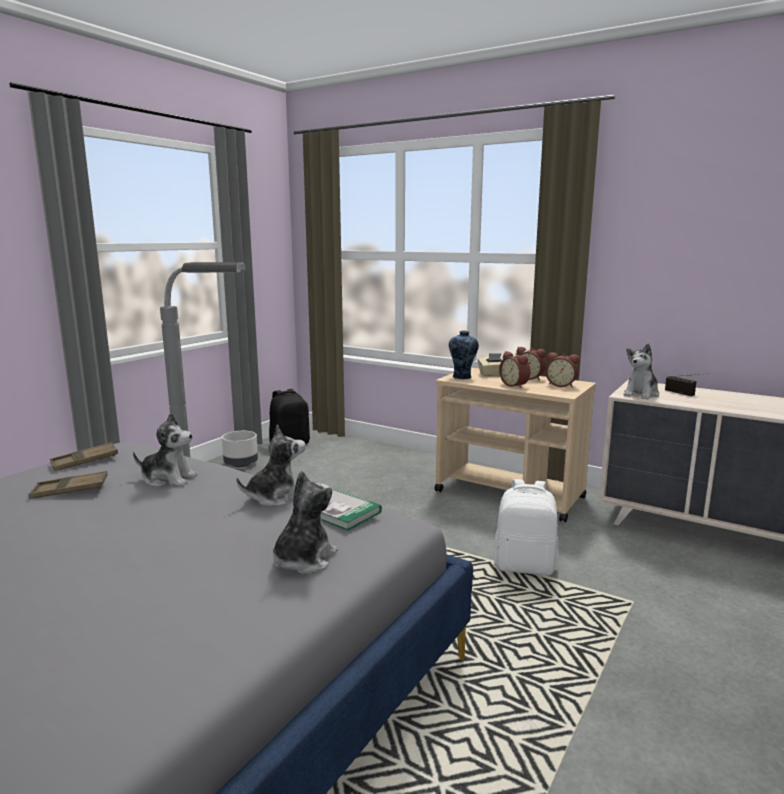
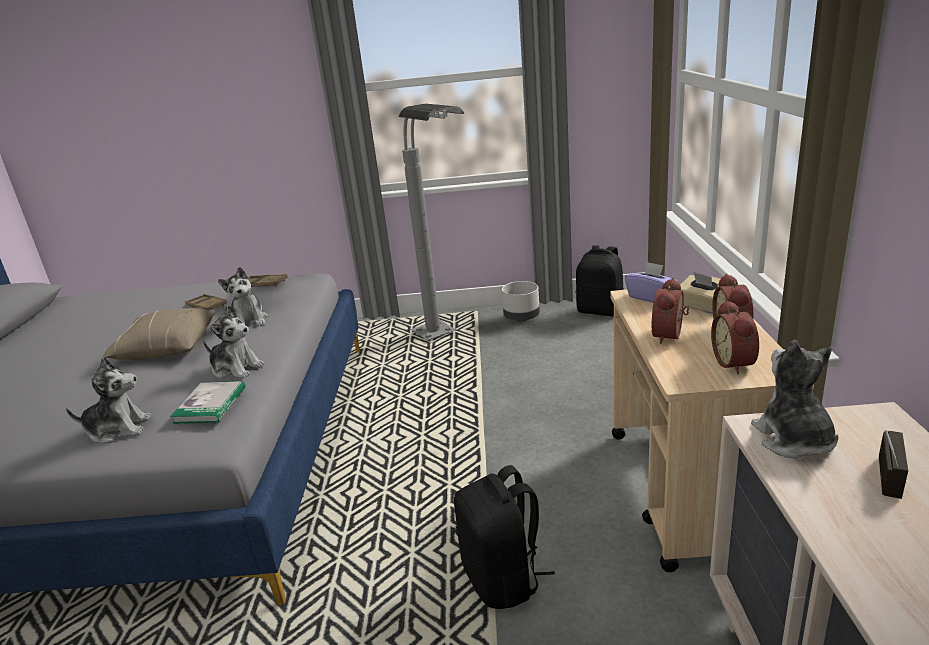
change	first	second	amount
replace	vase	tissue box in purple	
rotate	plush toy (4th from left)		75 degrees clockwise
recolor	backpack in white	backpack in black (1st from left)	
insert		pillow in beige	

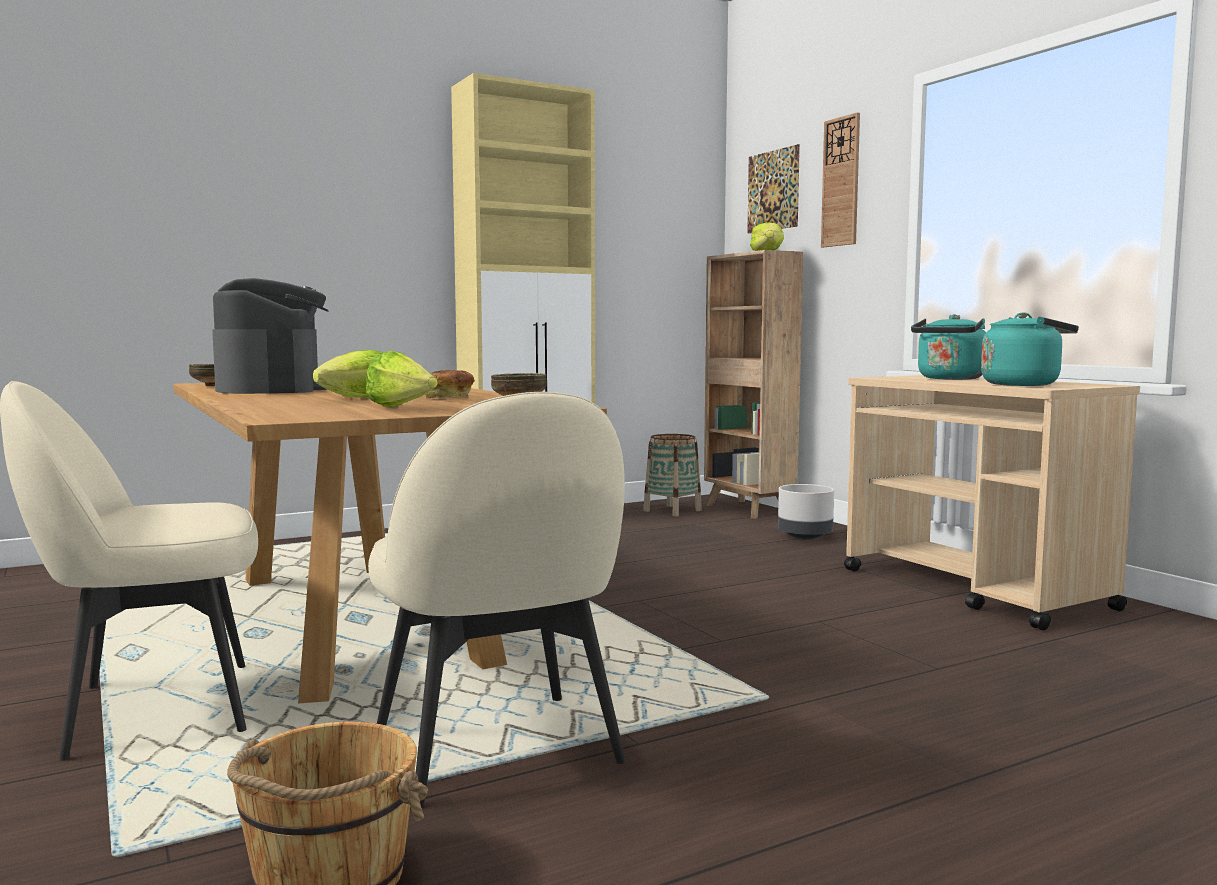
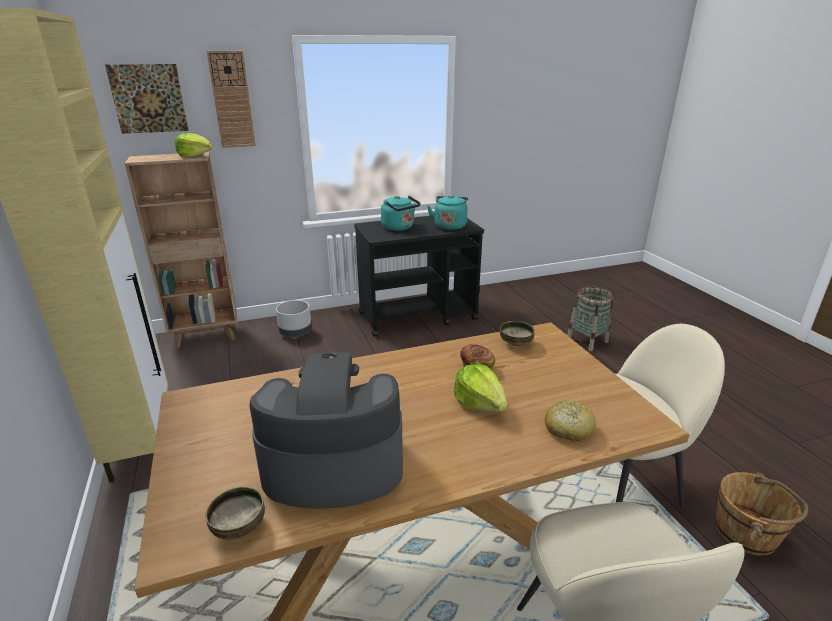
change	first	second	amount
delete	lettuce (2nd from left)		
recolor	cart in beige	cart in black	
move	basket		
insert		bread (2nd from left)	

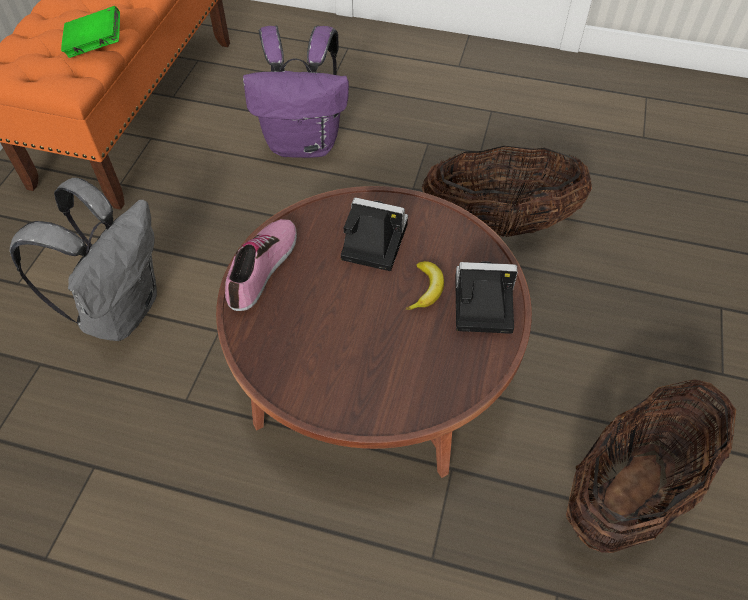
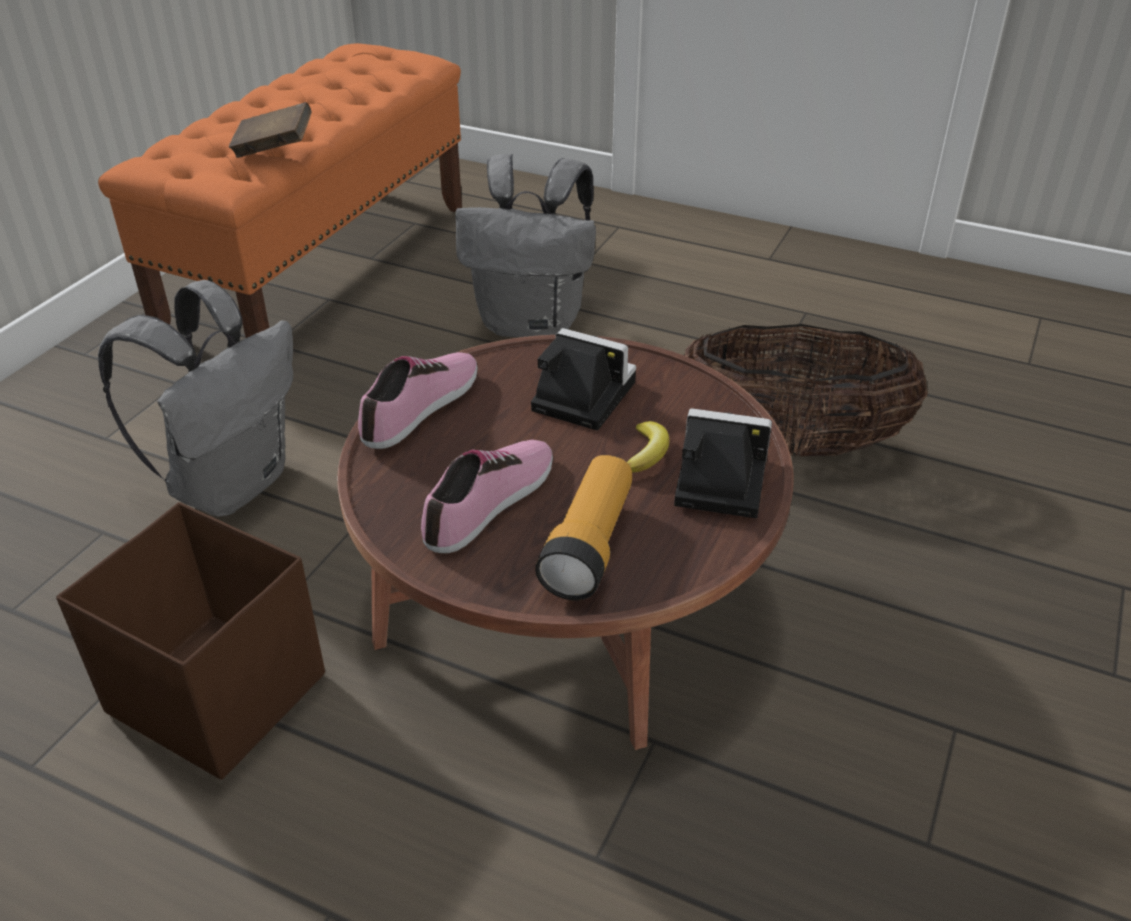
change	first	second	amount
recolor	book in green	book in brown	
recolor	backpack in purple	backpack in grey (2nd from left)	
delete	basket (2nd from left)		
insert		shoe (2nd from left)	
insert		flashlight	
insert		storage box in brown	

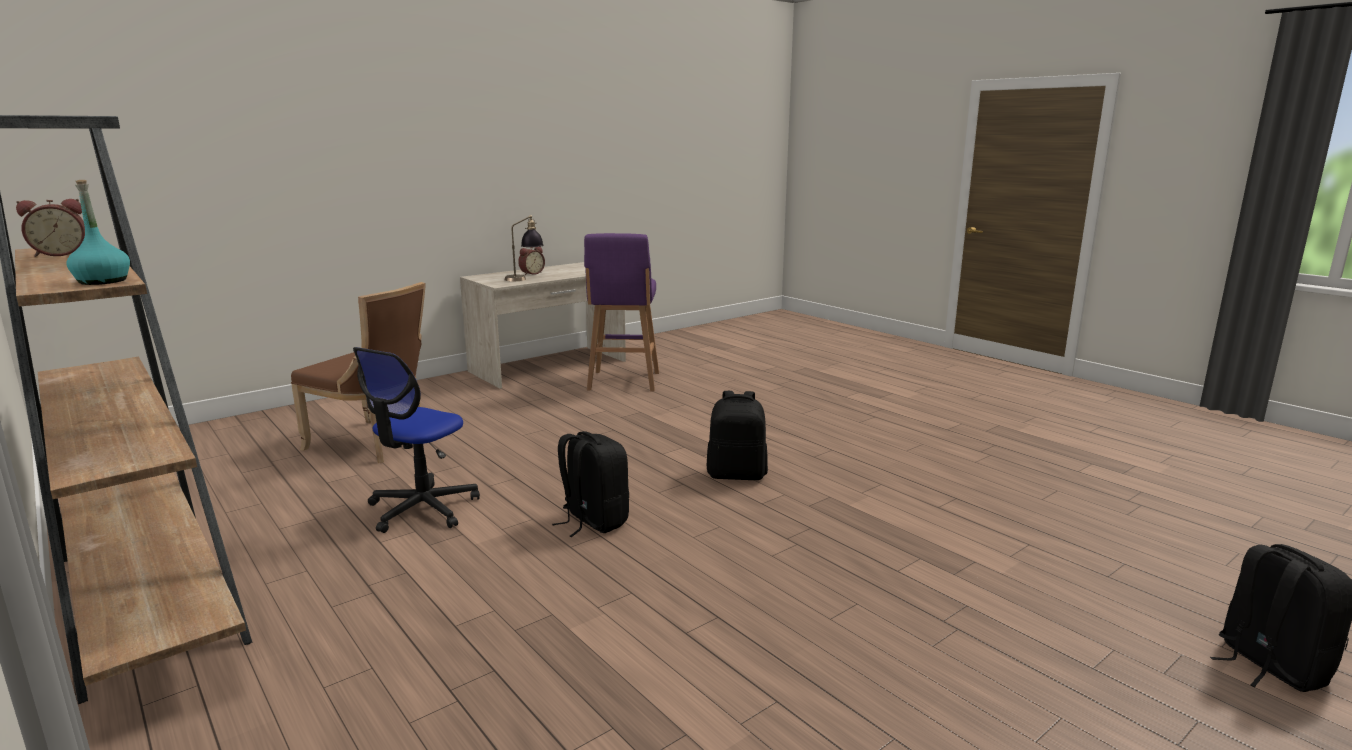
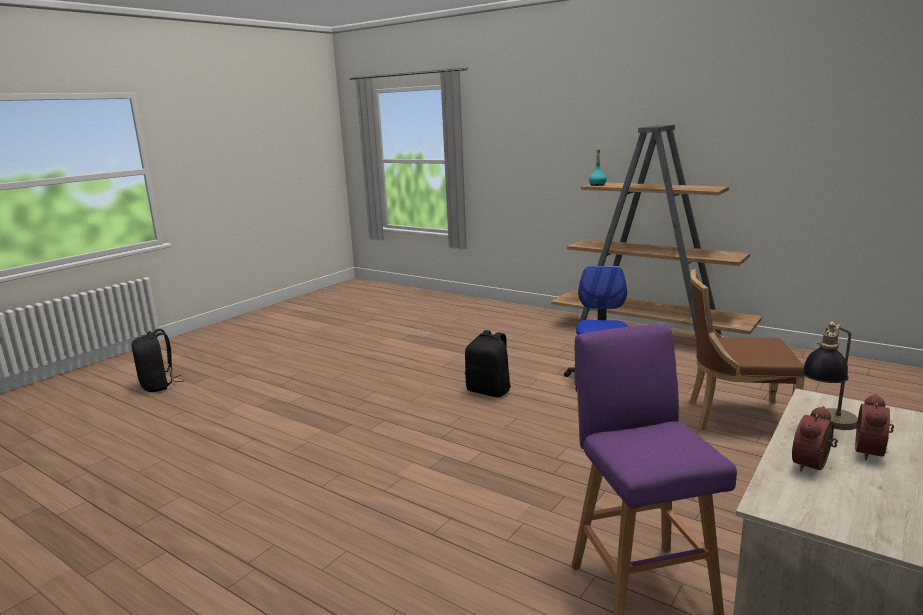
change	first	second	amount
move	alarm clock (1st from left)		
delete	backpack in black (2nd from left)		

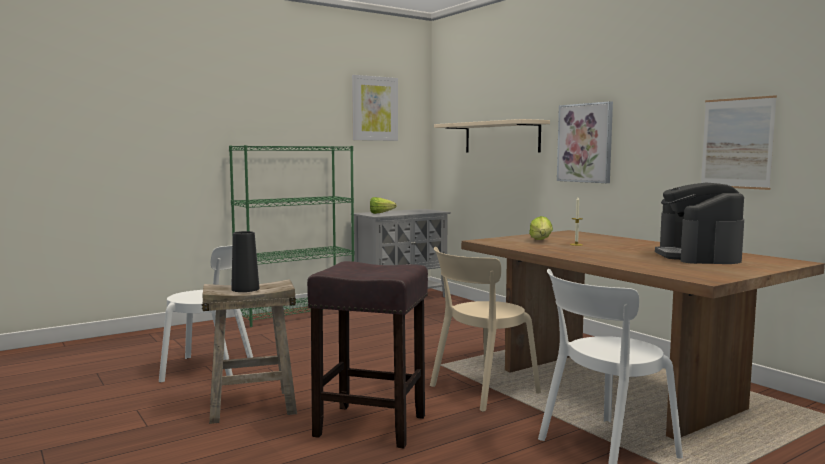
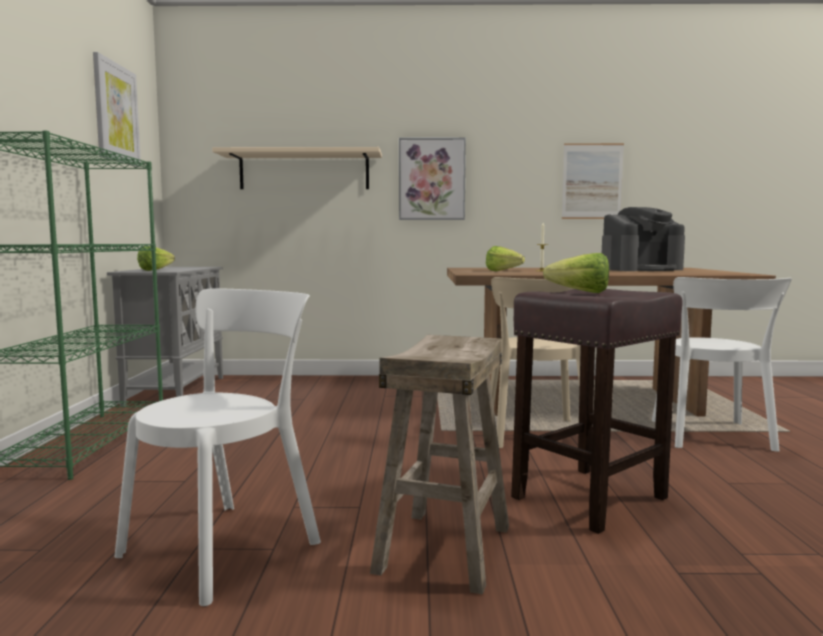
change	first	second	amount
rotate	coffee machine		60 degrees counterclockwise
delete	vase in black		
insert		lettuce (3rd from left)	

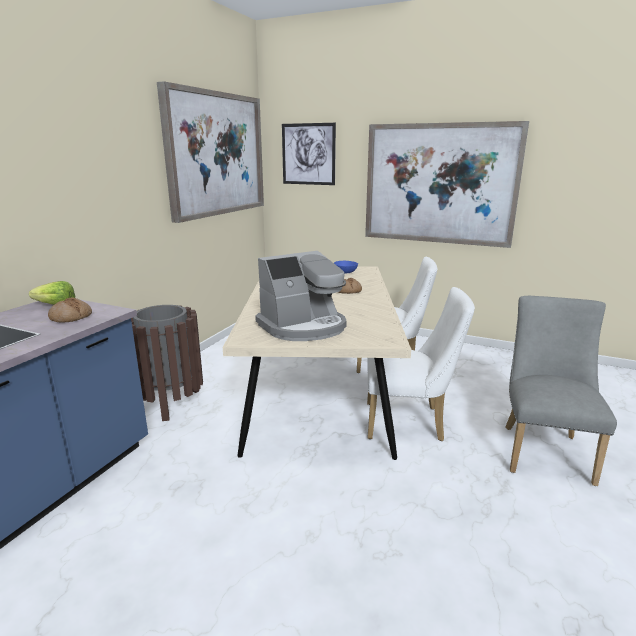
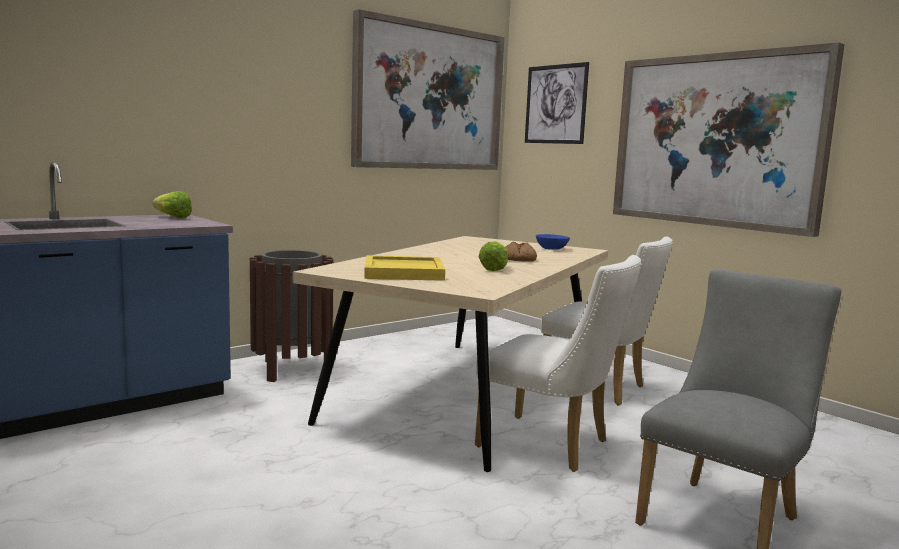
change	first	second	amount
replace	coffee machine	tray in yellow	
delete	bread (1st from left)		
insert		lettuce (2nd from left)	

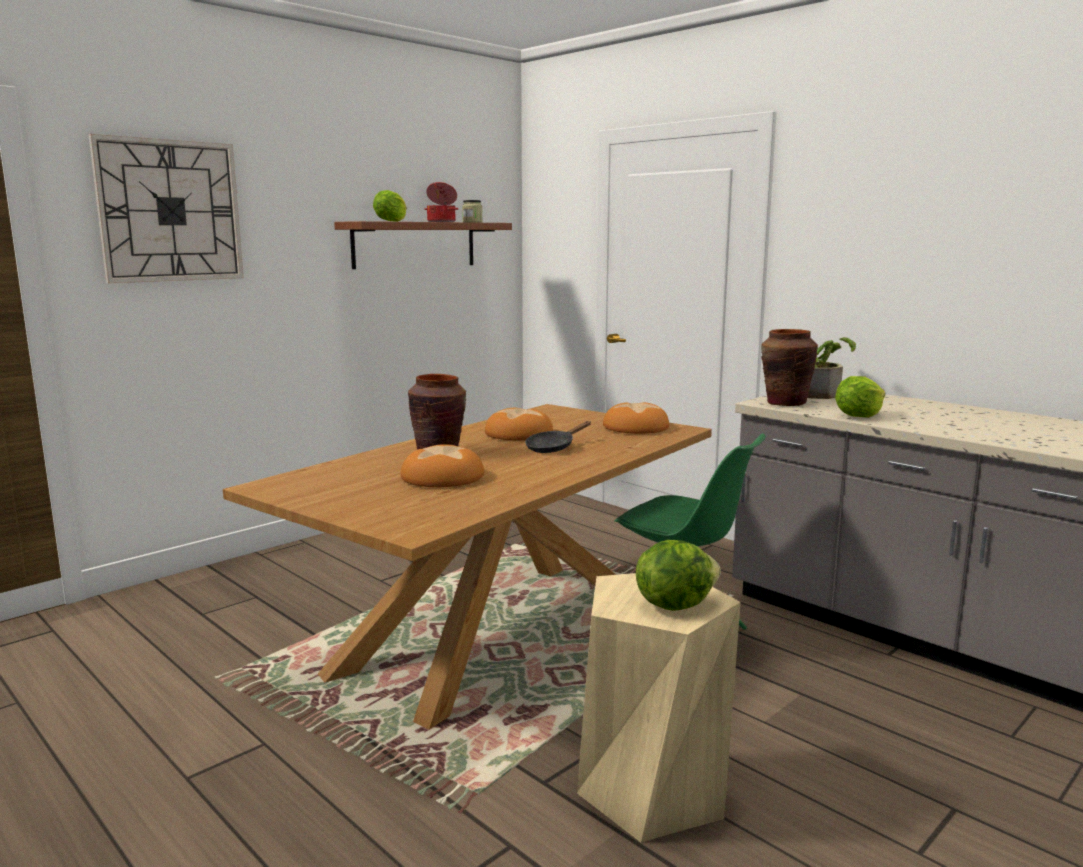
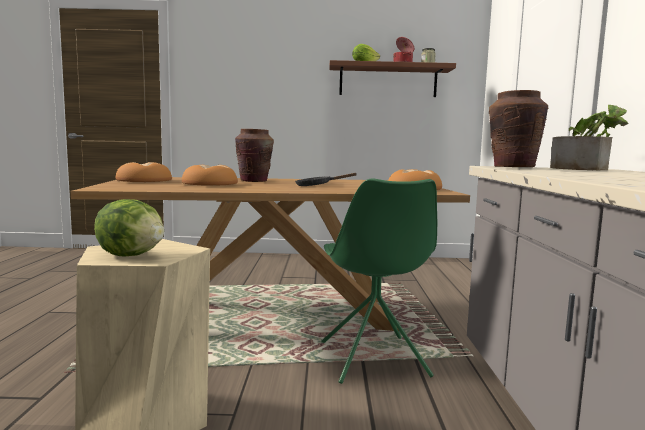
change	first	second	amount
delete	wall clock		
delete	lettuce (3rd from left)		
move	bread (2nd from left in the first image)	bread (1st from left)	

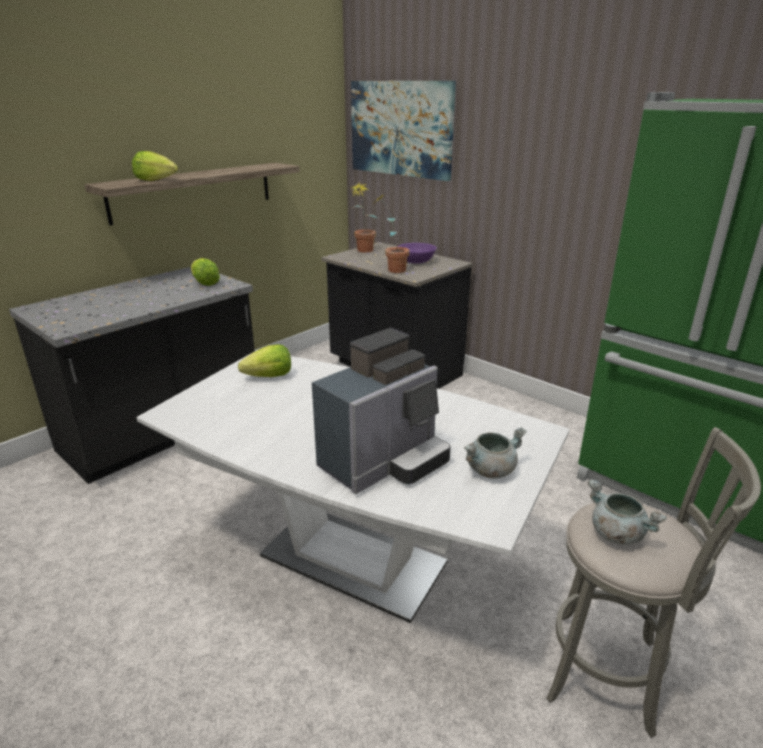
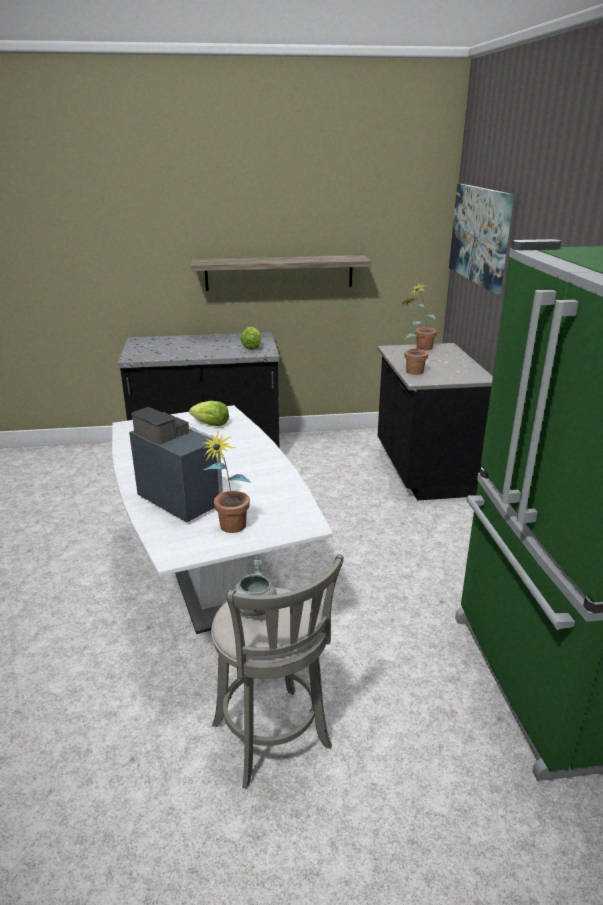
change	first	second	amount
delete	lettuce (1st from left)		
delete	bowl in purple		
rotate	coffee machine		135 degrees counterclockwise
replace	cooking pot in grey (1st from left)	potted plant (1st from left)	

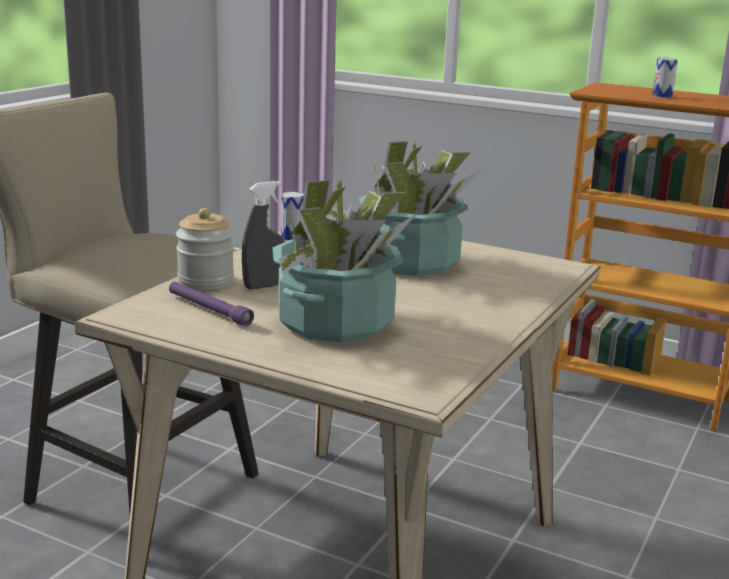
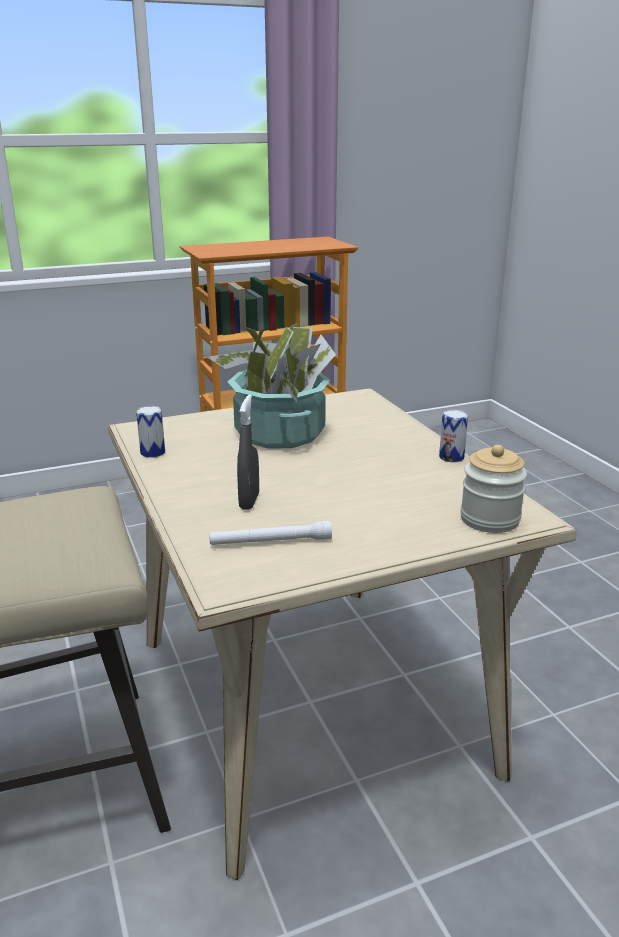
change	first	second	amount
move	can (2nd from left)		
delete	potted plant (1st from left)		
move	jar		
recolor	flashlight in purple	flashlight in white	

